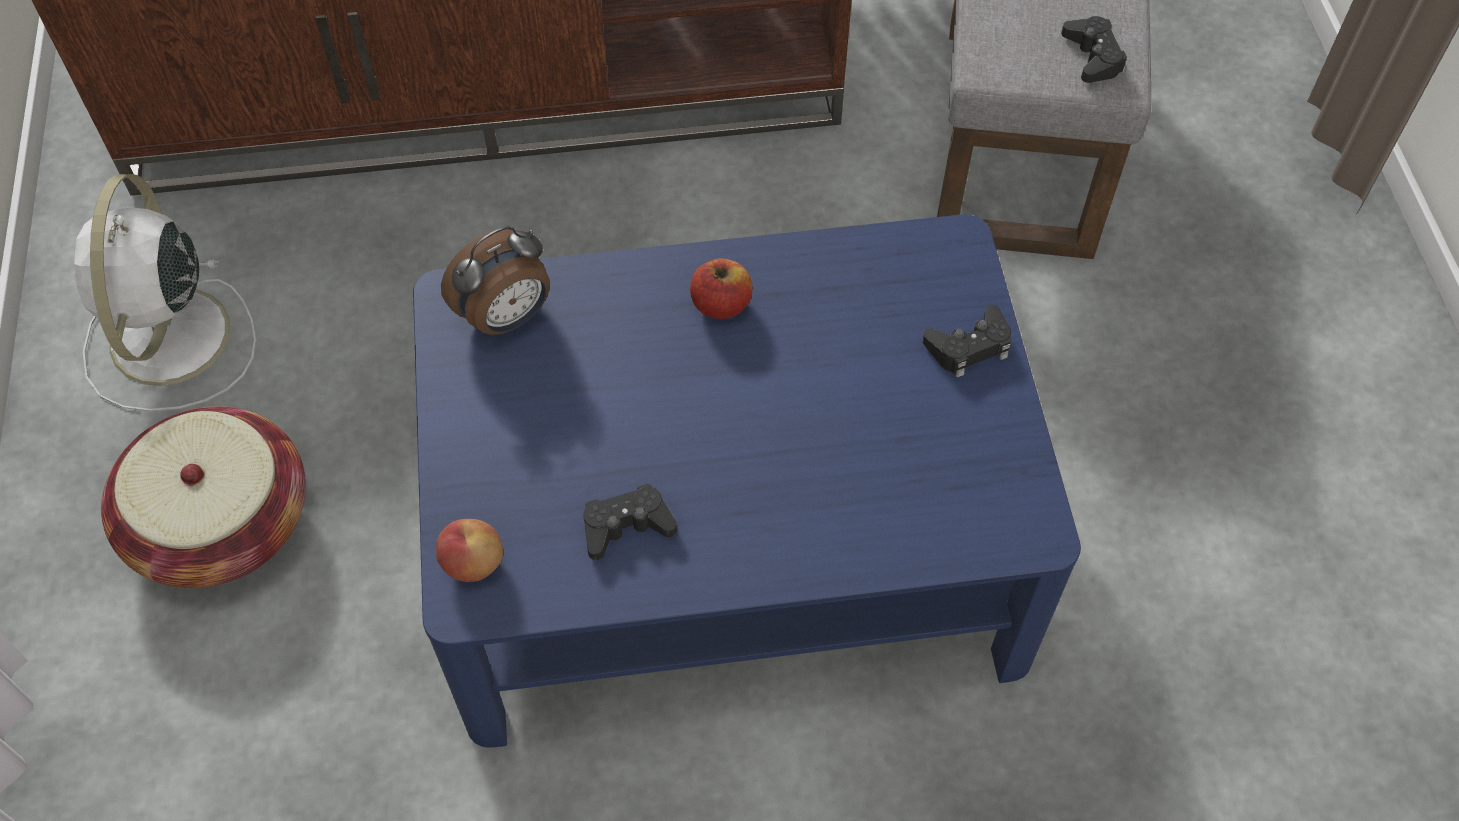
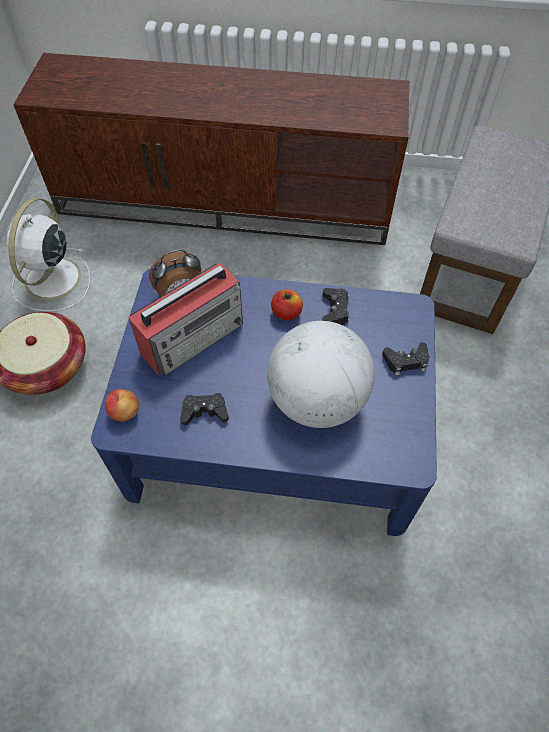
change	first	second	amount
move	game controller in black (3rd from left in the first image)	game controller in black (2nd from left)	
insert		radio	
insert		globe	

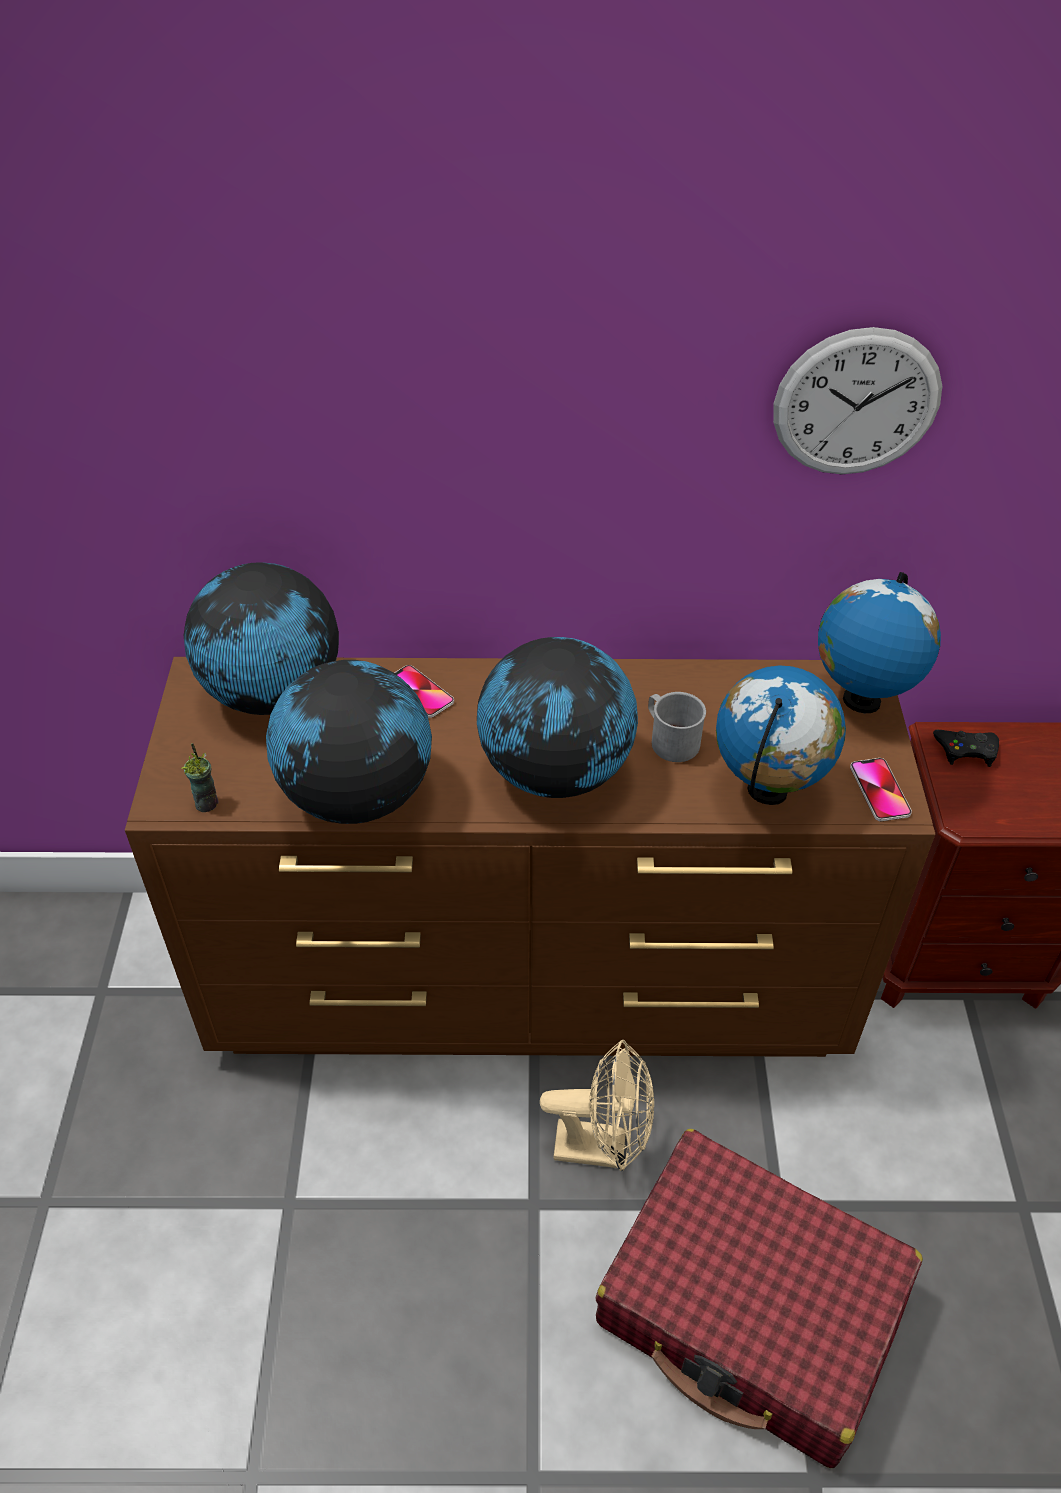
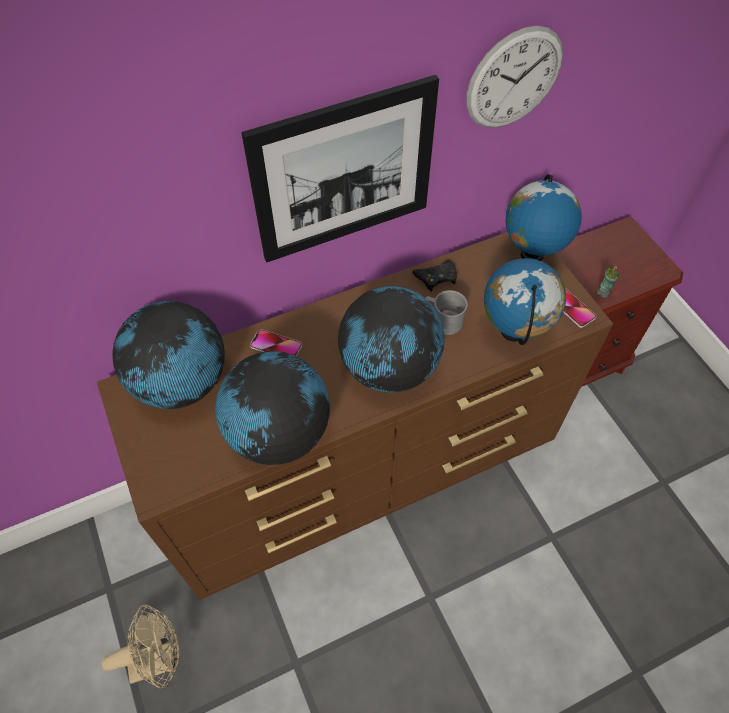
change	first	second	amount
move	game controller in black		
move	cup		
move	fan in beige		
delete	suitcase in red		
insert		picture	

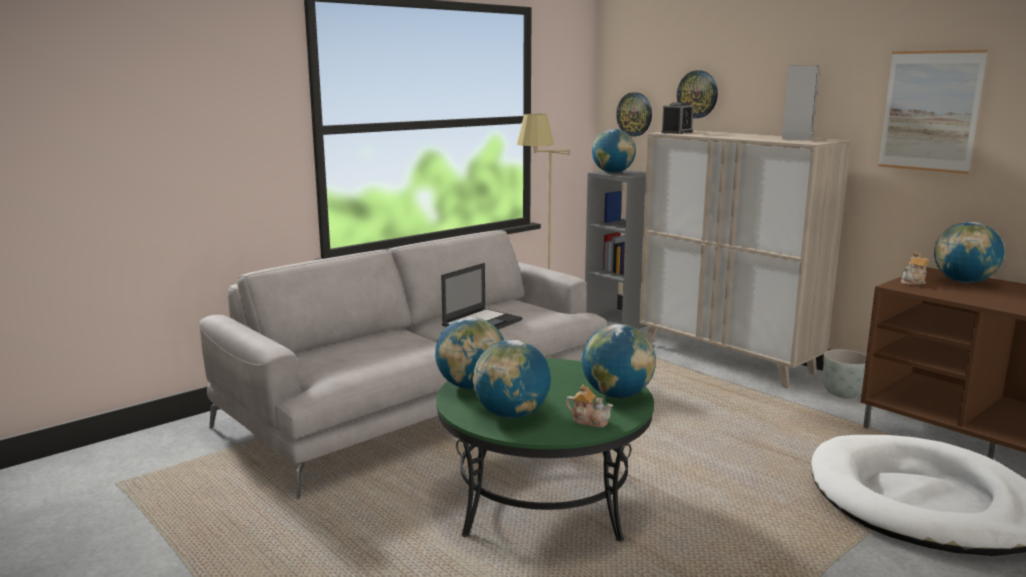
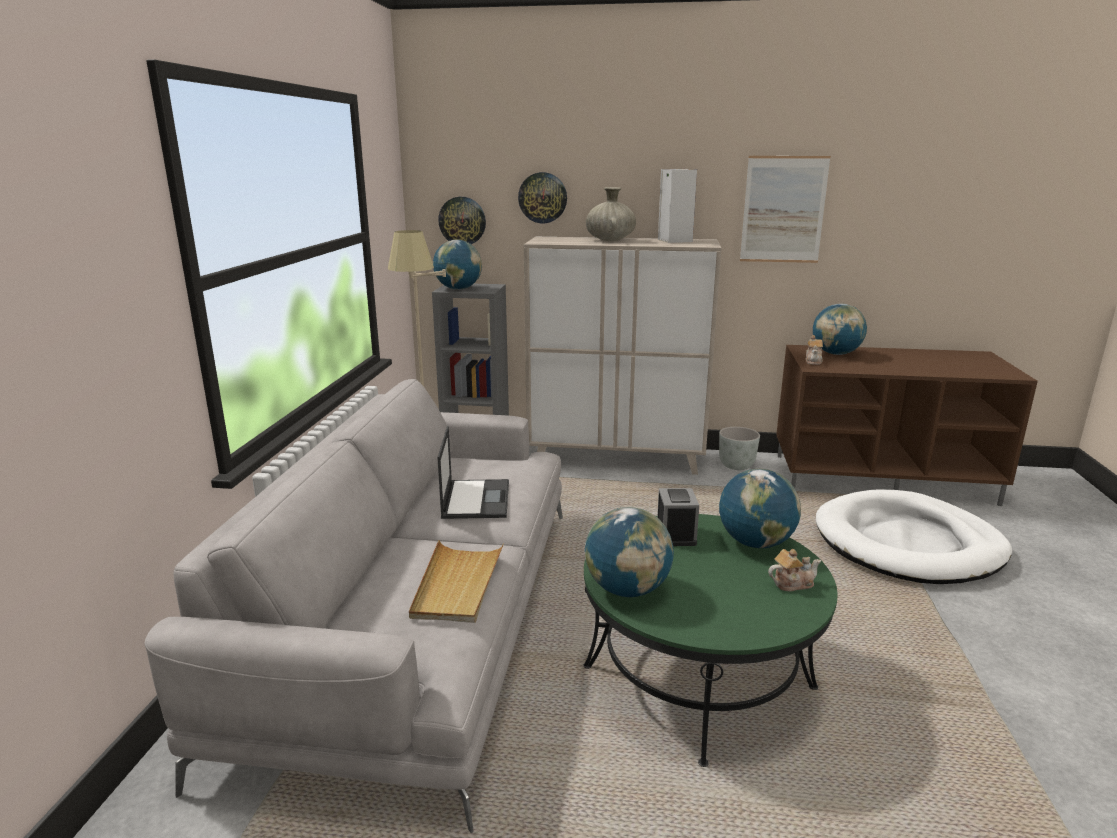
change	first	second	amount
move	alarm clock		
delete	globe (2nd from left)		
insert		vase in beige	
insert		tray in beige	

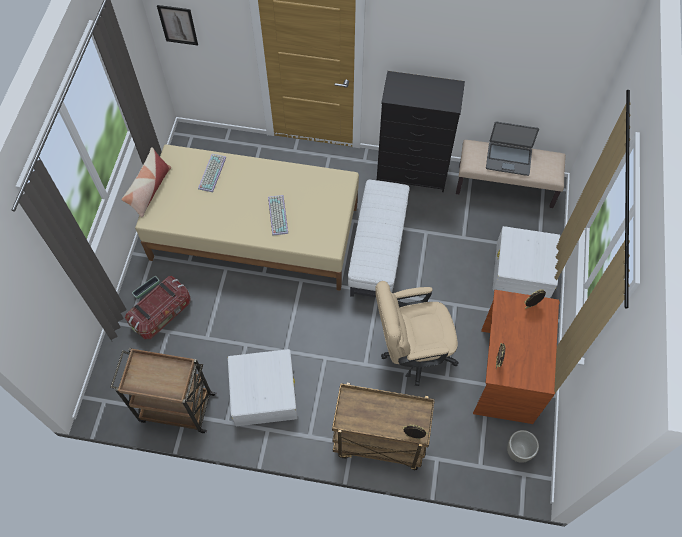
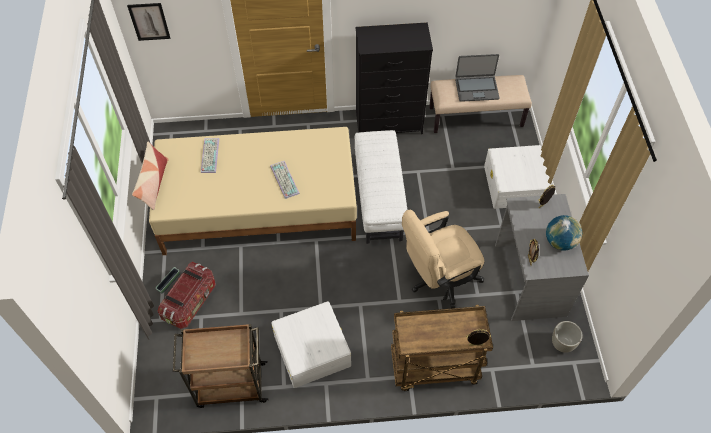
change	first	second	amount
recolor	desk in brown	desk in grey	
insert		globe	

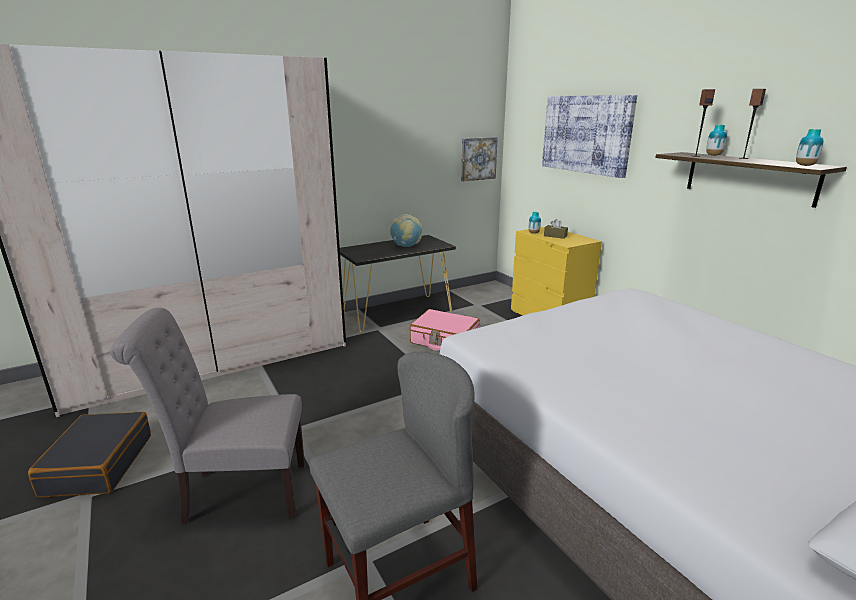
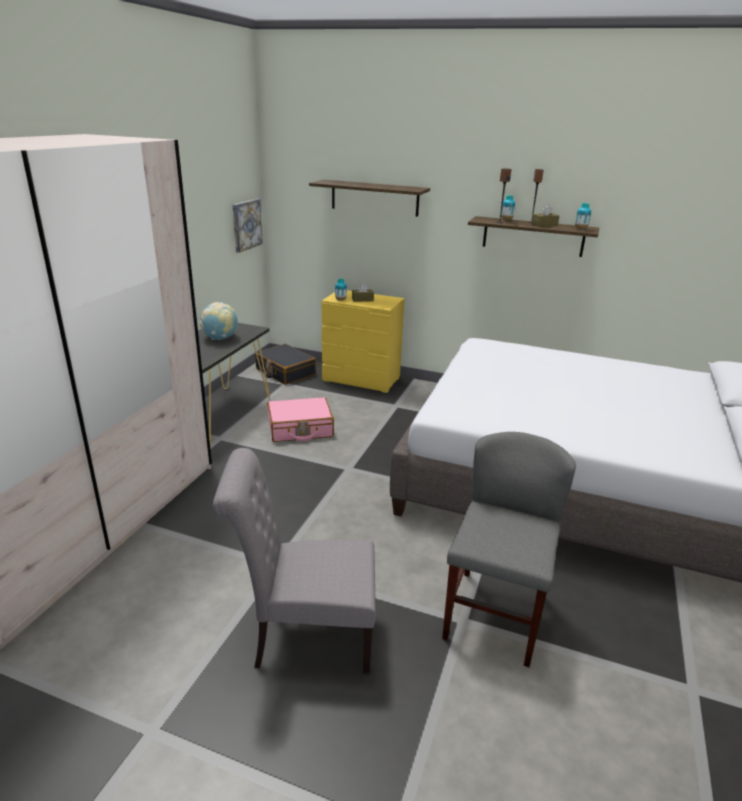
change	first	second	amount
replace	picture (2nd from left)	shelf (1st from left)	
rotate	chair in grey (1st from left)		45 degrees clockwise
move	suitcase in black		
insert		tissue box in brown (2nd from left)	

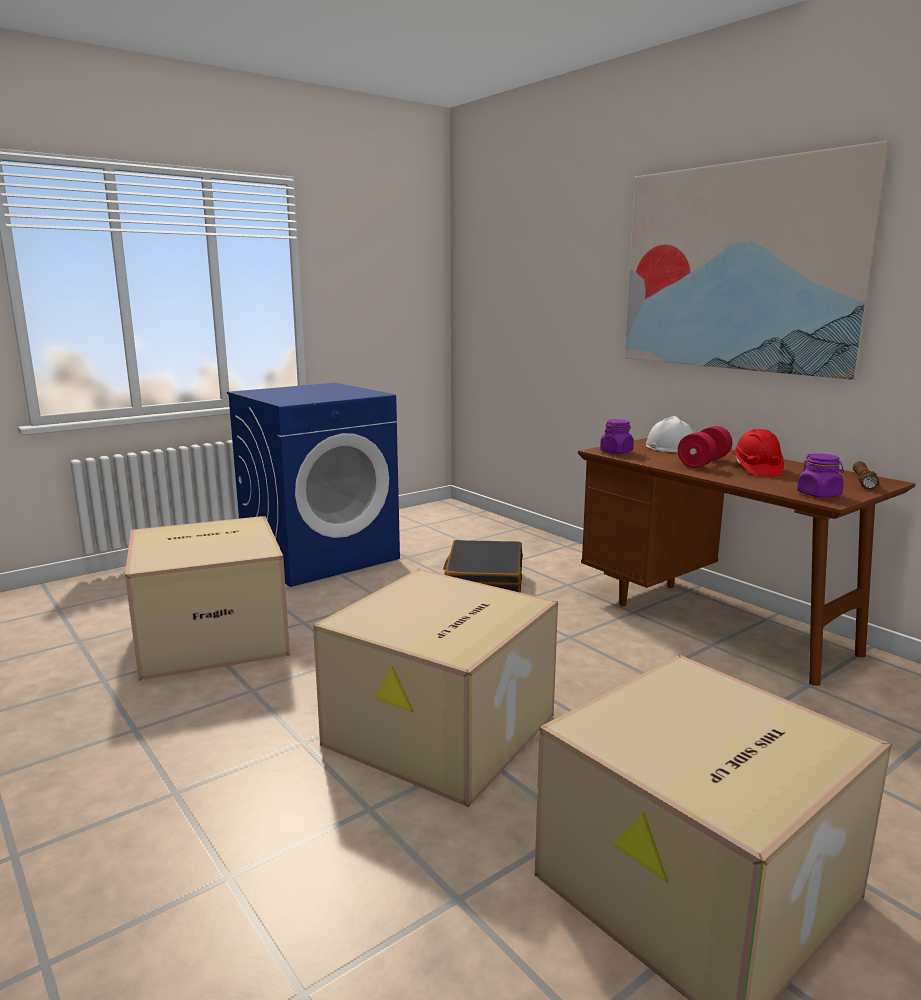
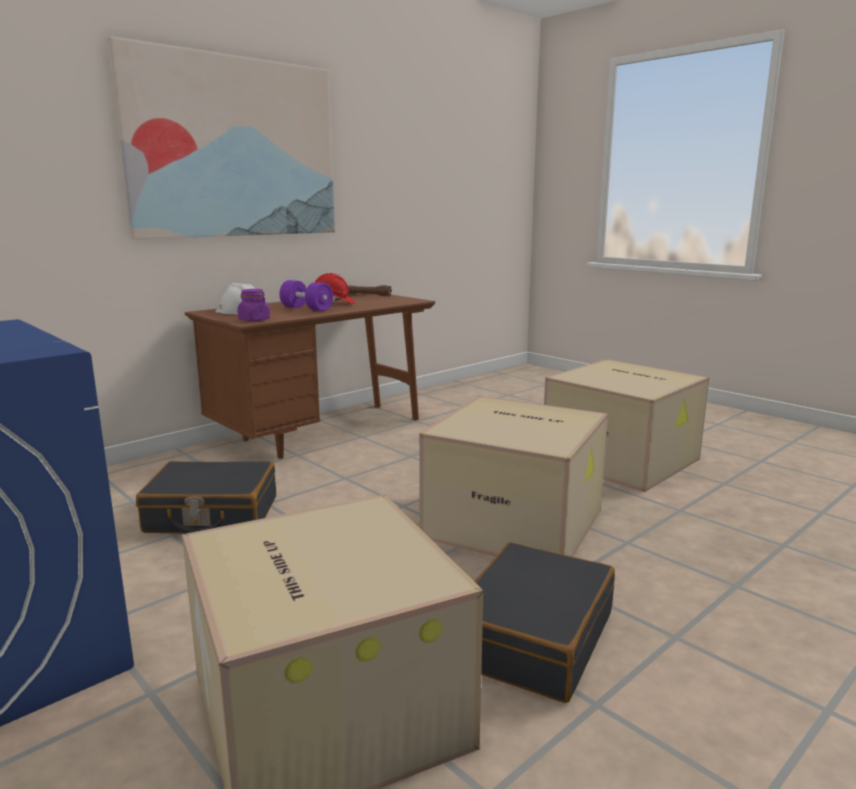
change	first	second	amount
recolor	dumbbell in red	dumbbell in purple	
delete	jar in purple (2nd from left)		
insert		suitcase in black (2nd from left)	

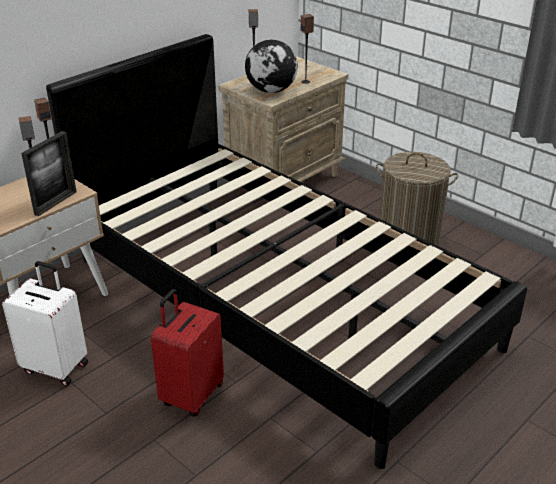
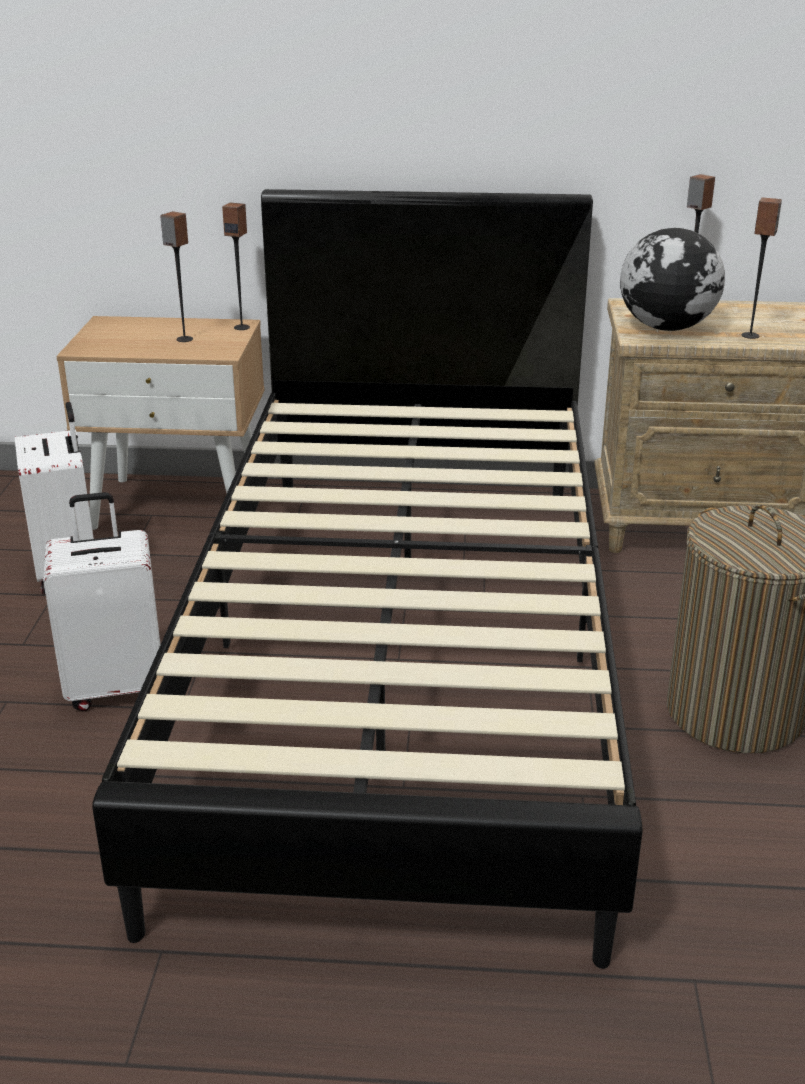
change	first	second	amount
delete	picture frame		
recolor	suitcase in red	suitcase in white (2nd from left)	

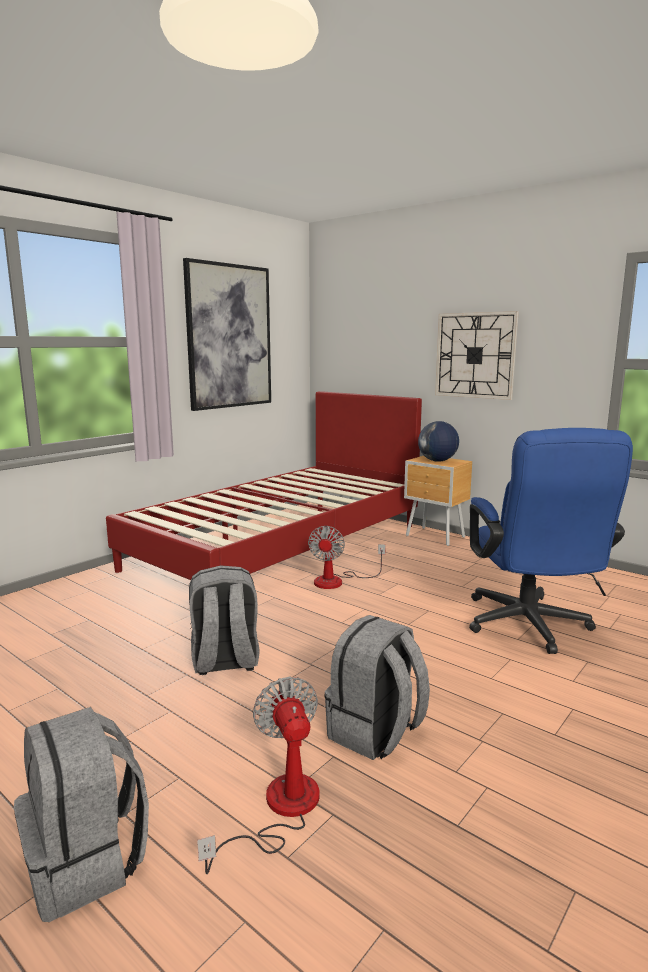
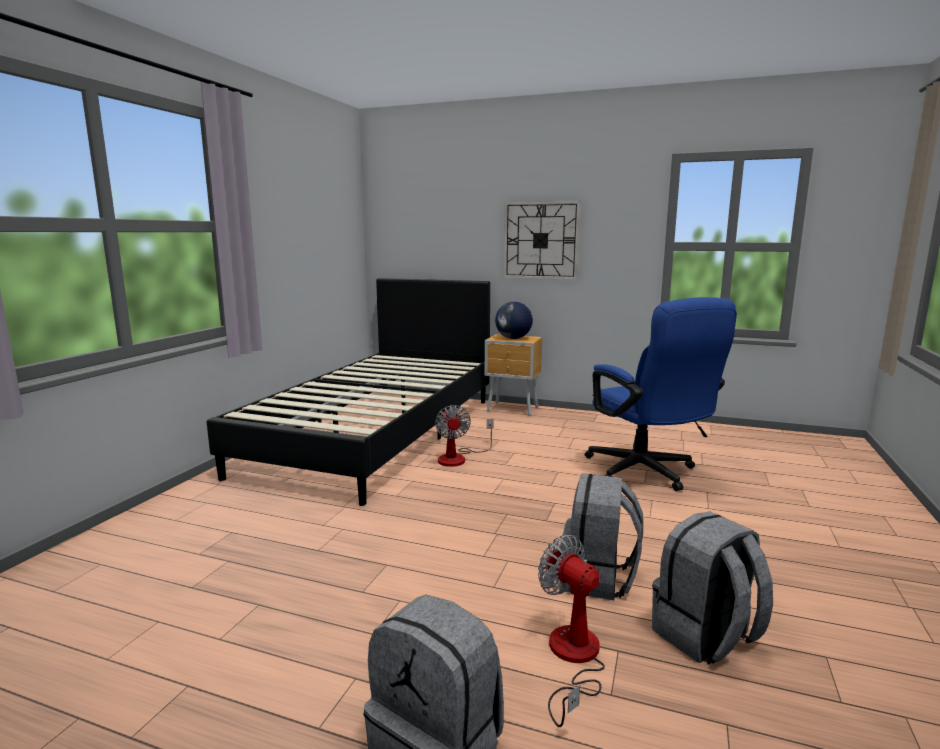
change	first	second	amount
delete	picture		
recolor	bed in red	bed in black	
move	backpack in grey (2nd from left in the first image)	backpack in grey (3rd from left)	

